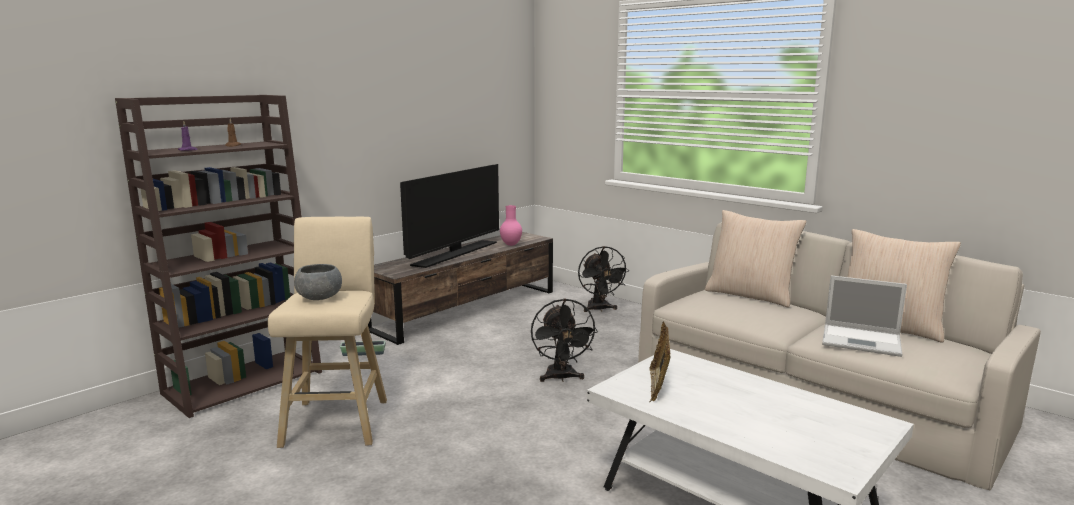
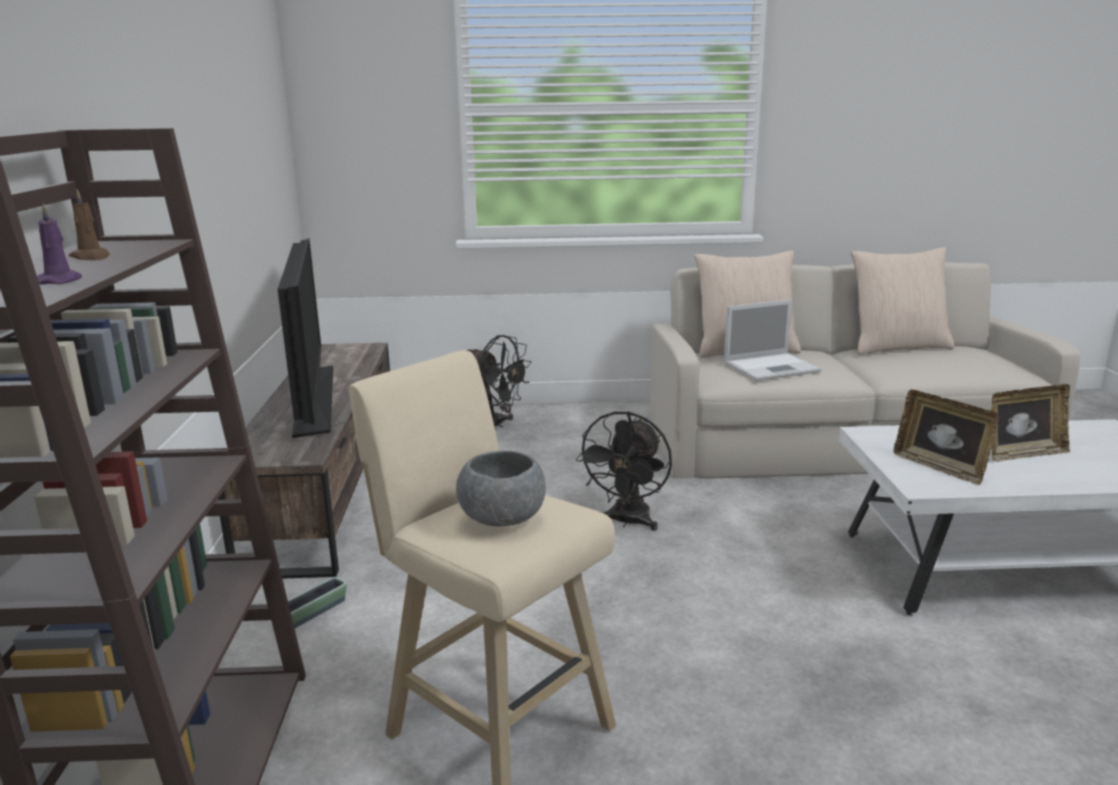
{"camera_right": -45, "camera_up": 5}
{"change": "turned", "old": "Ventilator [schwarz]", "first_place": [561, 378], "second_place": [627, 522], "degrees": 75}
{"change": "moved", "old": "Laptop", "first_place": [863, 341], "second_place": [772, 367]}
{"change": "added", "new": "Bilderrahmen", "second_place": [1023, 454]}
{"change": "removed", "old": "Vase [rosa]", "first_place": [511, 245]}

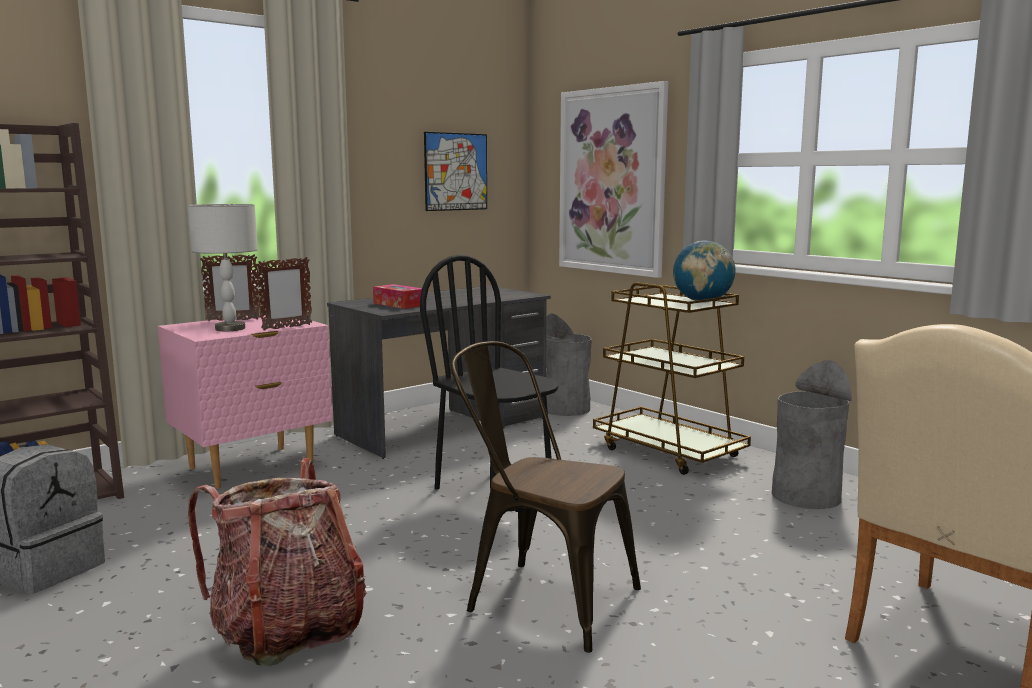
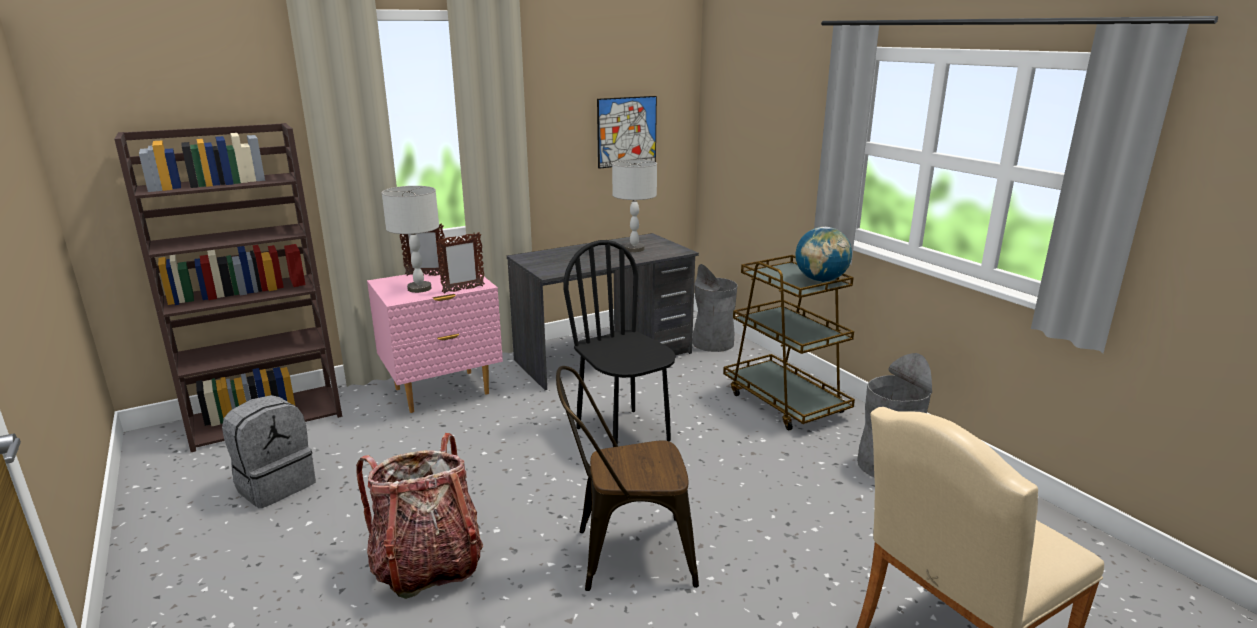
{"camera_right": 10, "camera_up": 10}
{"change": "turned", "old": "Stuhl [braun]", "first_place": [540, 598], "second_place": [624, 555], "degrees": -45}
{"change": "added", "new": "Tischlampe [grau]", "second_place": [634, 249]}
{"change": "removed", "old": "Taschentuchbox", "first_place": [399, 304]}
{"change": "removed", "old": "Bild", "first_place": [612, 181]}

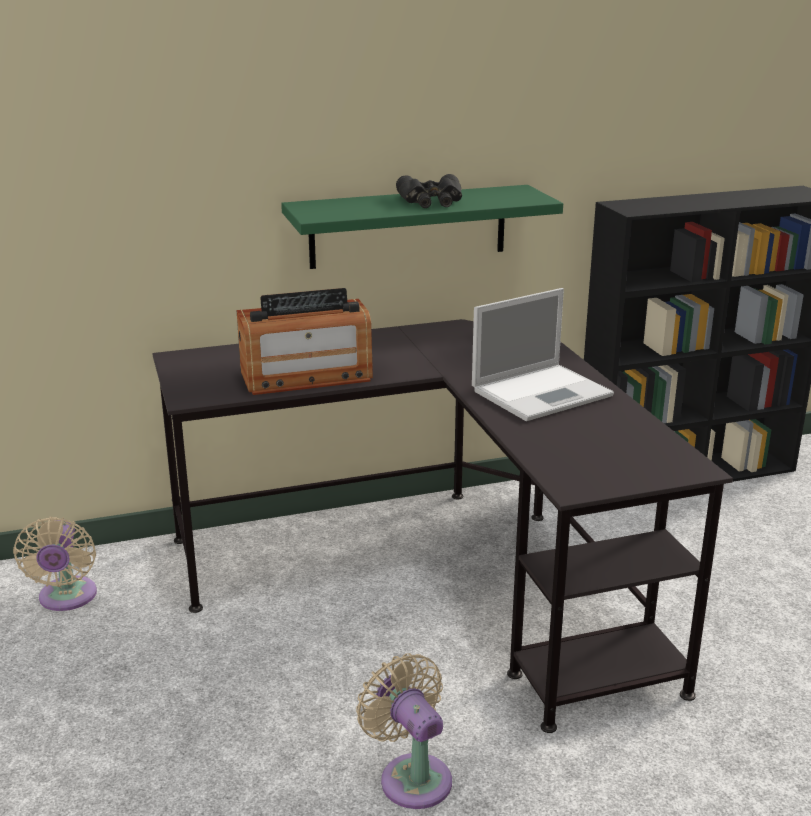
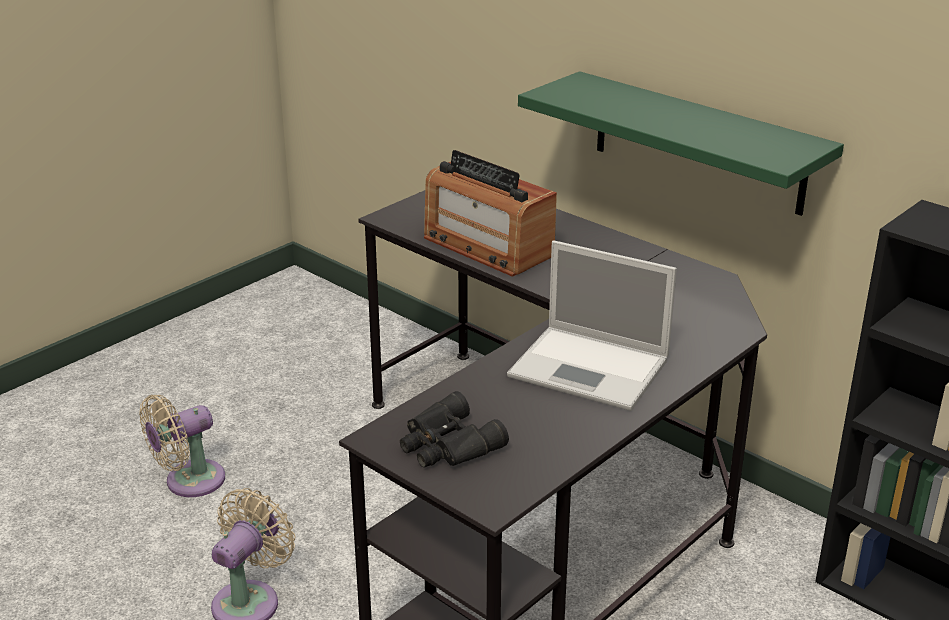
{"camera_right": 60, "camera_up": 5}
{"change": "moved", "old": "Ventilator [beige]", "first_place": [66, 598], "second_place": [189, 482]}
{"change": "moved", "old": "Fernglas [schwarz]", "first_place": [431, 201], "second_place": [447, 445]}

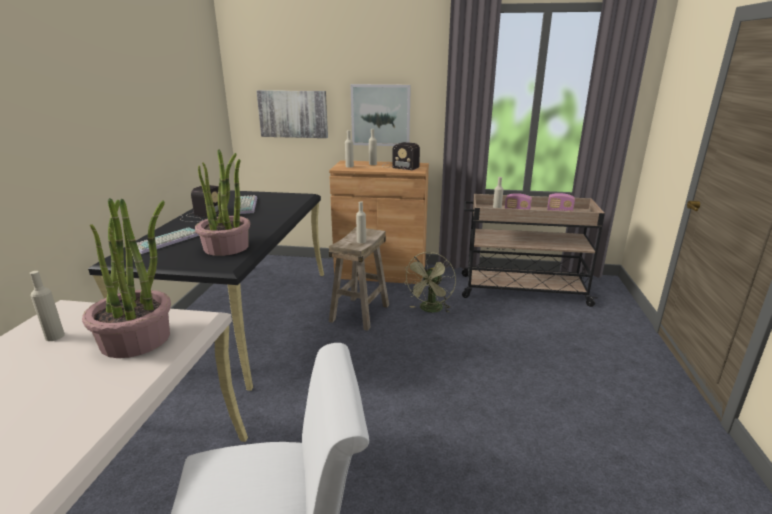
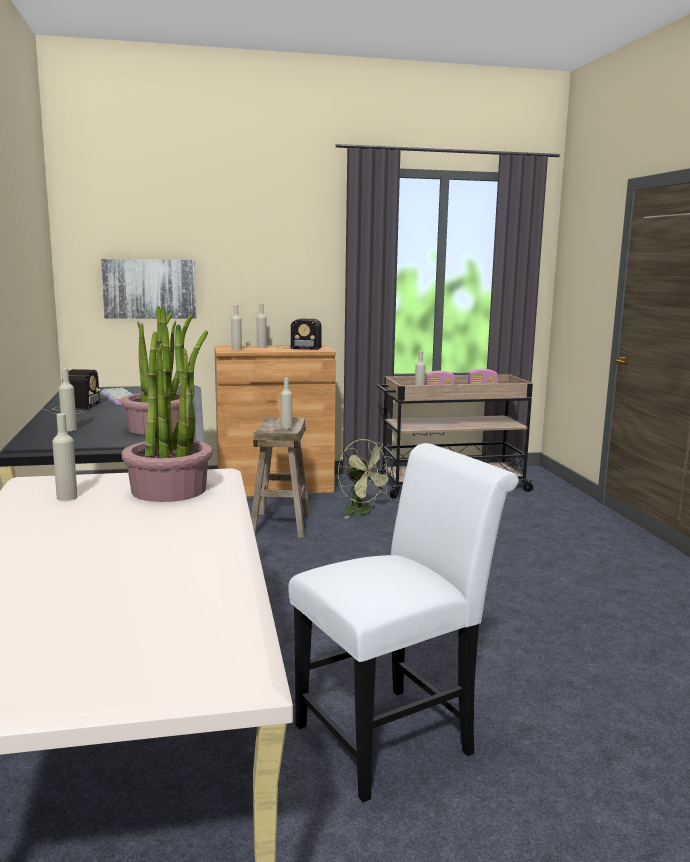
{"camera_right": -20, "camera_up": -10}
{"change": "replaced", "old": "Tastatur", "new": "Flasche [beige]", "first_place": [167, 242], "second_place": [69, 429]}
{"change": "turned", "old": "Ventilator [grün]", "first_place": [430, 310], "second_place": [362, 512], "degrees": -45}
{"change": "removed", "old": "Bild", "first_place": [380, 115]}

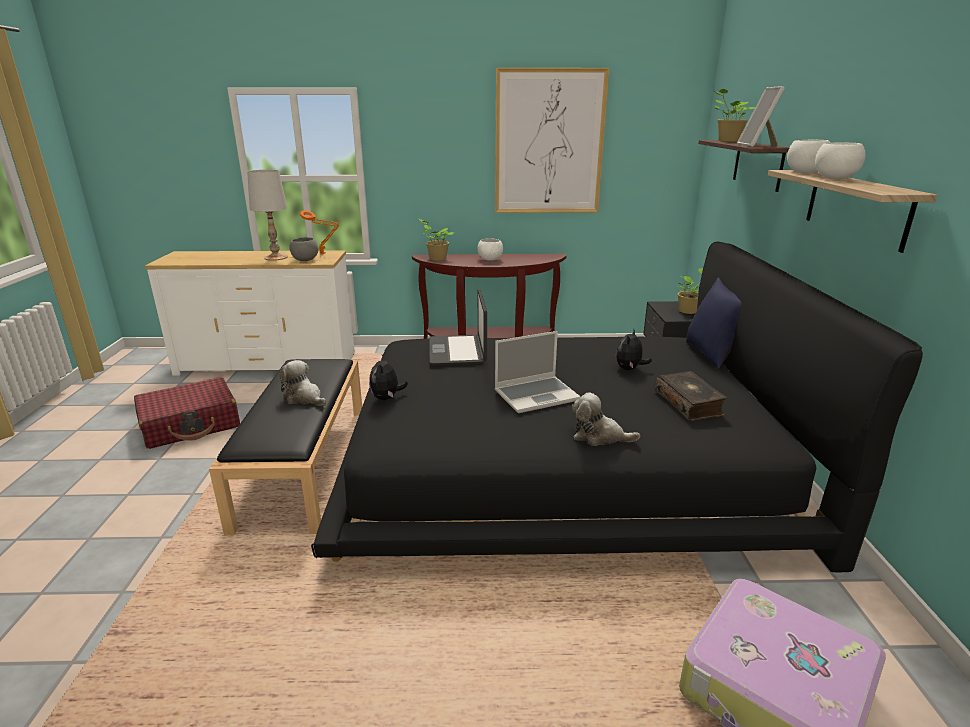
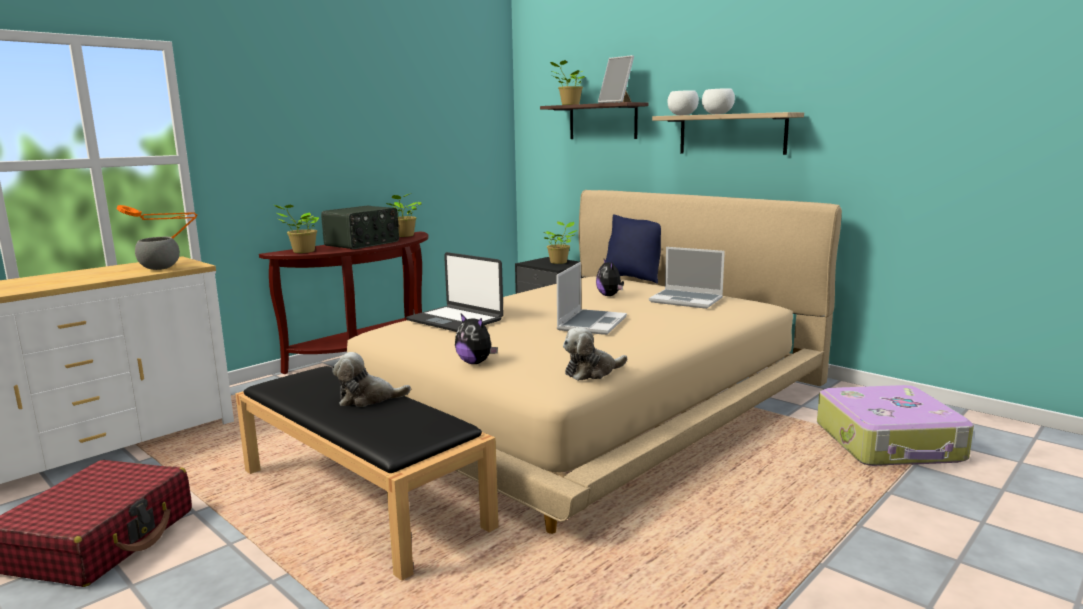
{"camera_right": -45, "camera_up": -10}
{"change": "replaced", "old": "Schüssel [weiß]", "new": "Radio", "first_place": [490, 259], "second_place": [363, 243]}
{"change": "recoloured", "old": "Bett [schwarz]", "new": "Bett [beige]", "first_place": [563, 461], "second_place": [586, 399]}
{"change": "added", "new": "Topfpflanze", "second_place": [404, 236]}
{"change": "moved", "old": "Plüschtier", "first_place": [599, 436], "second_place": [592, 372]}
{"change": "replaced", "old": "Buch", "new": "Laptop", "first_place": [689, 403], "second_place": [687, 300]}
{"change": "removed", "old": "Tischlampe [weiß]", "first_place": [276, 257]}
{"change": "removed", "old": "Bild", "first_place": [549, 143]}

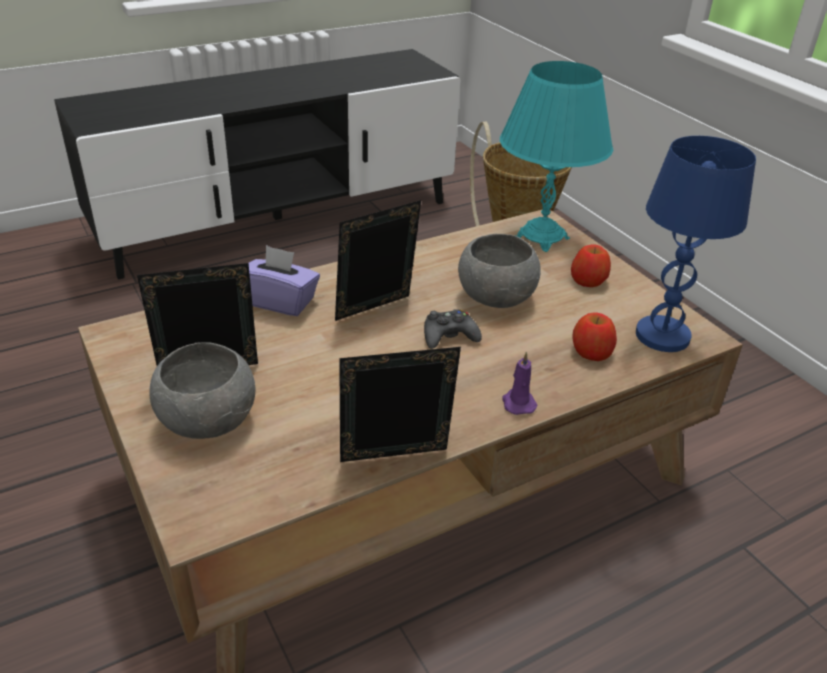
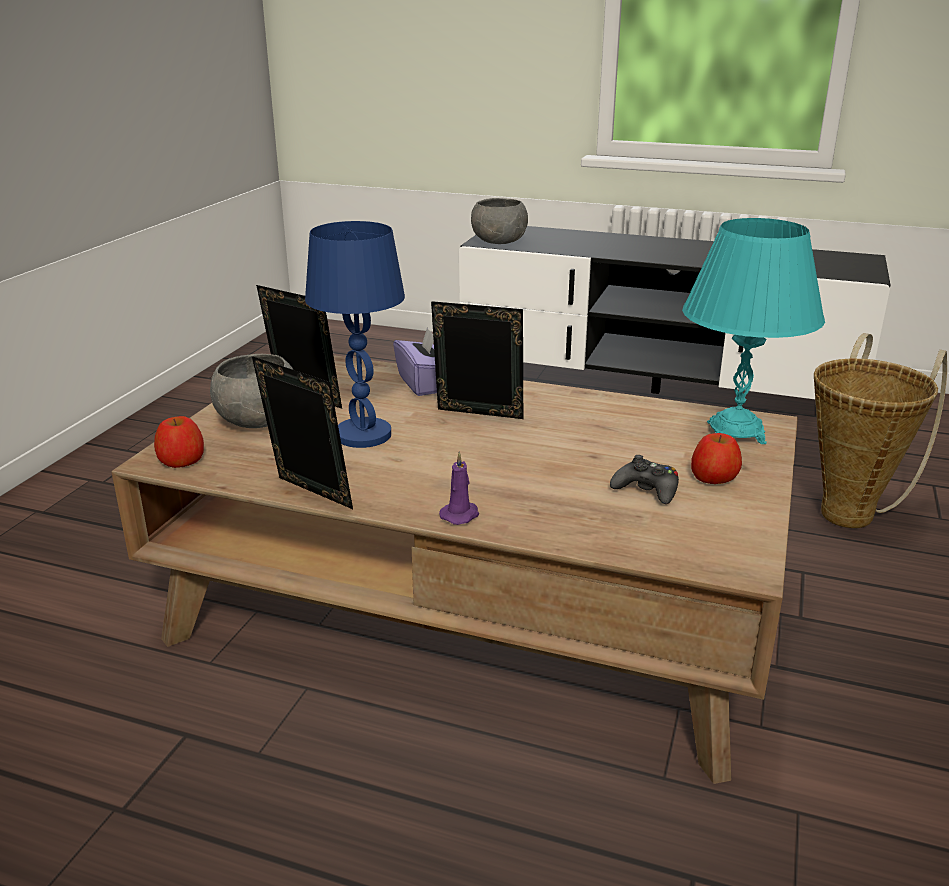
{"camera_right": 50, "camera_up": -10}
{"change": "moved", "old": "Apfel", "first_place": [591, 351], "second_place": [182, 460]}
{"change": "moved", "old": "Tischlampe [blau]", "first_place": [662, 336], "second_place": [362, 435]}
{"change": "moved", "old": "Schüssel [grau]", "first_place": [496, 297], "second_place": [499, 242]}
{"change": "moved", "old": "Gamepad [schwarz]", "first_place": [449, 336], "second_place": [647, 489]}

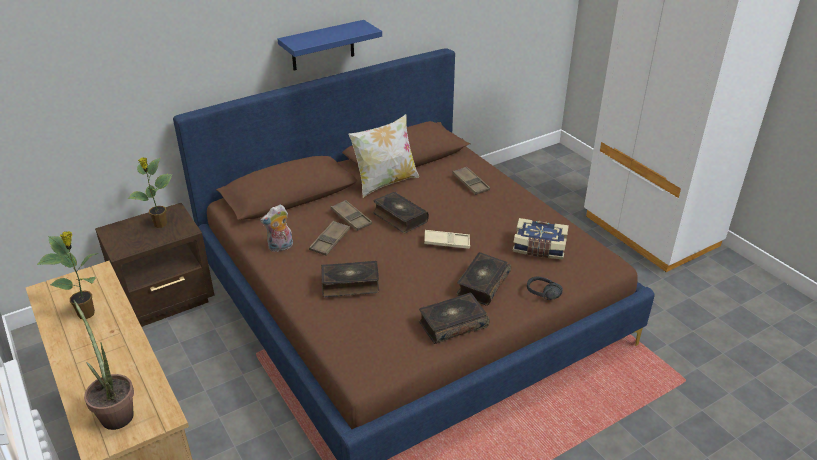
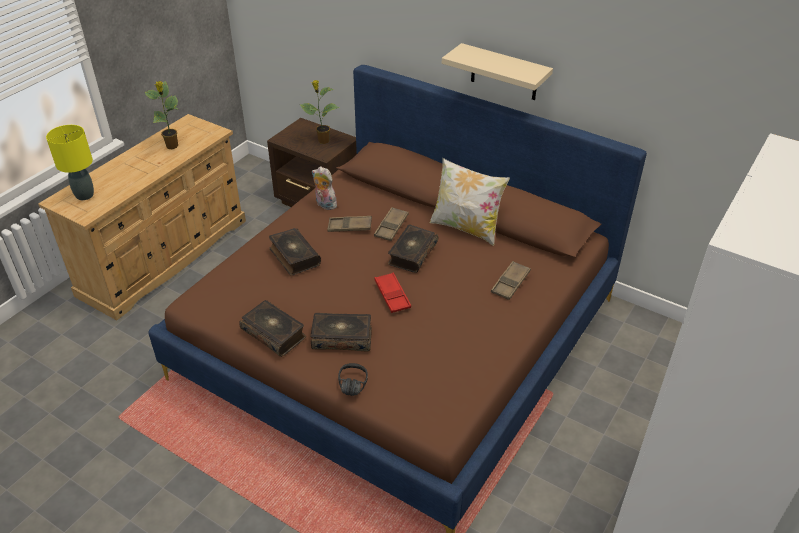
{"camera_right": 65, "camera_up": 5}
{"change": "replaced", "old": "Topfpflanze", "new": "Tischlampe [gelb]", "first_place": [115, 412], "second_place": [85, 195]}
{"change": "recoloured", "old": "Tablett [beige]", "new": "Tablett [rot]", "first_place": [447, 242], "second_place": [392, 295]}
{"change": "recoloured", "old": "Wandregal [blau]", "new": "Wandregal [beige]", "first_place": [322, 45], "second_place": [504, 72]}
{"change": "removed", "old": "Buch", "first_place": [539, 248]}

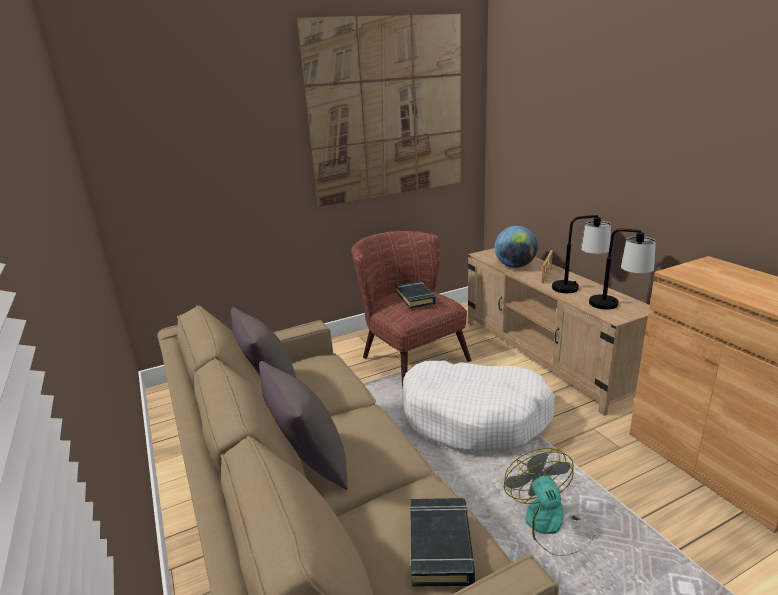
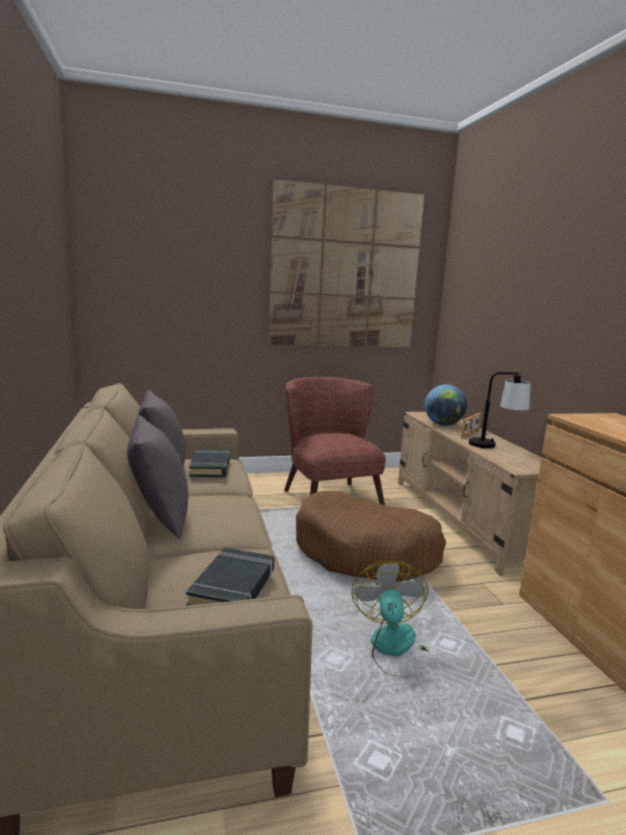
{"camera_right": 10, "camera_up": -10}
{"change": "moved", "old": "Buch [schwarz]", "first_place": [415, 297], "second_place": [210, 467]}
{"change": "recoloured", "old": "Hundebett [weiß]", "new": "Hundebett [braun]", "first_place": [475, 417], "second_place": [366, 552]}
{"change": "removed", "old": "Tischlampe", "first_place": [617, 307]}

